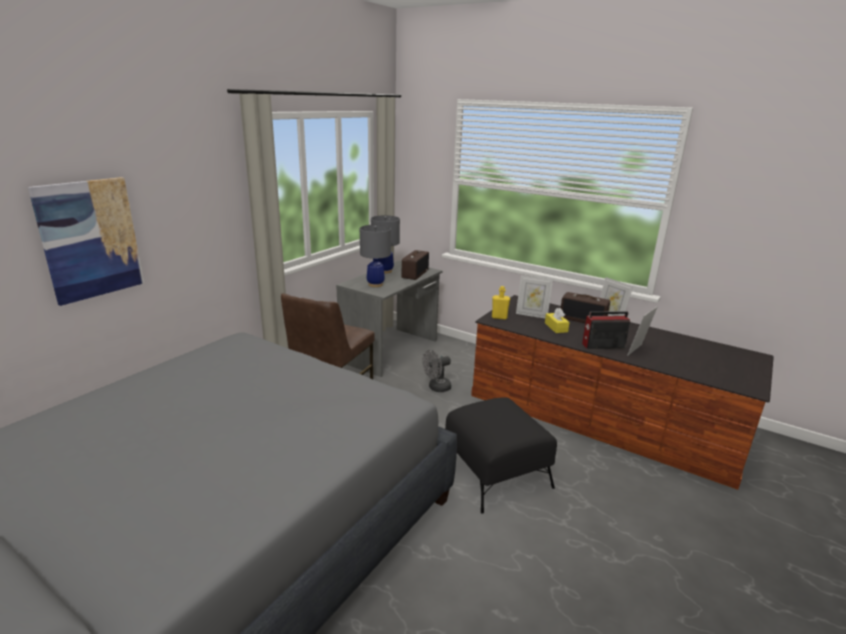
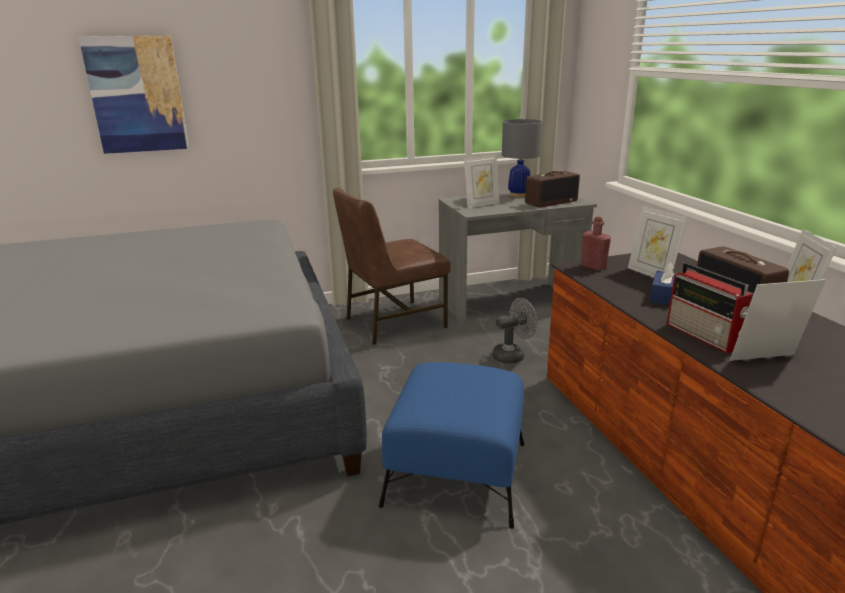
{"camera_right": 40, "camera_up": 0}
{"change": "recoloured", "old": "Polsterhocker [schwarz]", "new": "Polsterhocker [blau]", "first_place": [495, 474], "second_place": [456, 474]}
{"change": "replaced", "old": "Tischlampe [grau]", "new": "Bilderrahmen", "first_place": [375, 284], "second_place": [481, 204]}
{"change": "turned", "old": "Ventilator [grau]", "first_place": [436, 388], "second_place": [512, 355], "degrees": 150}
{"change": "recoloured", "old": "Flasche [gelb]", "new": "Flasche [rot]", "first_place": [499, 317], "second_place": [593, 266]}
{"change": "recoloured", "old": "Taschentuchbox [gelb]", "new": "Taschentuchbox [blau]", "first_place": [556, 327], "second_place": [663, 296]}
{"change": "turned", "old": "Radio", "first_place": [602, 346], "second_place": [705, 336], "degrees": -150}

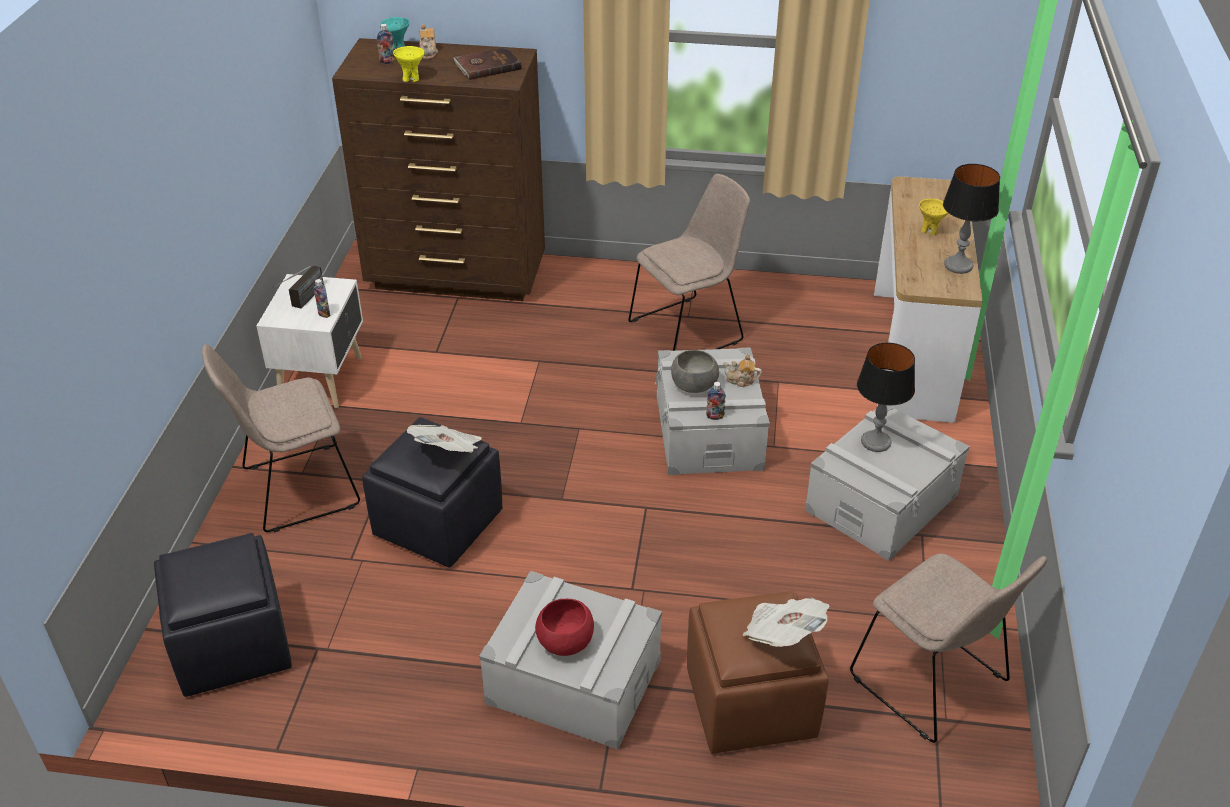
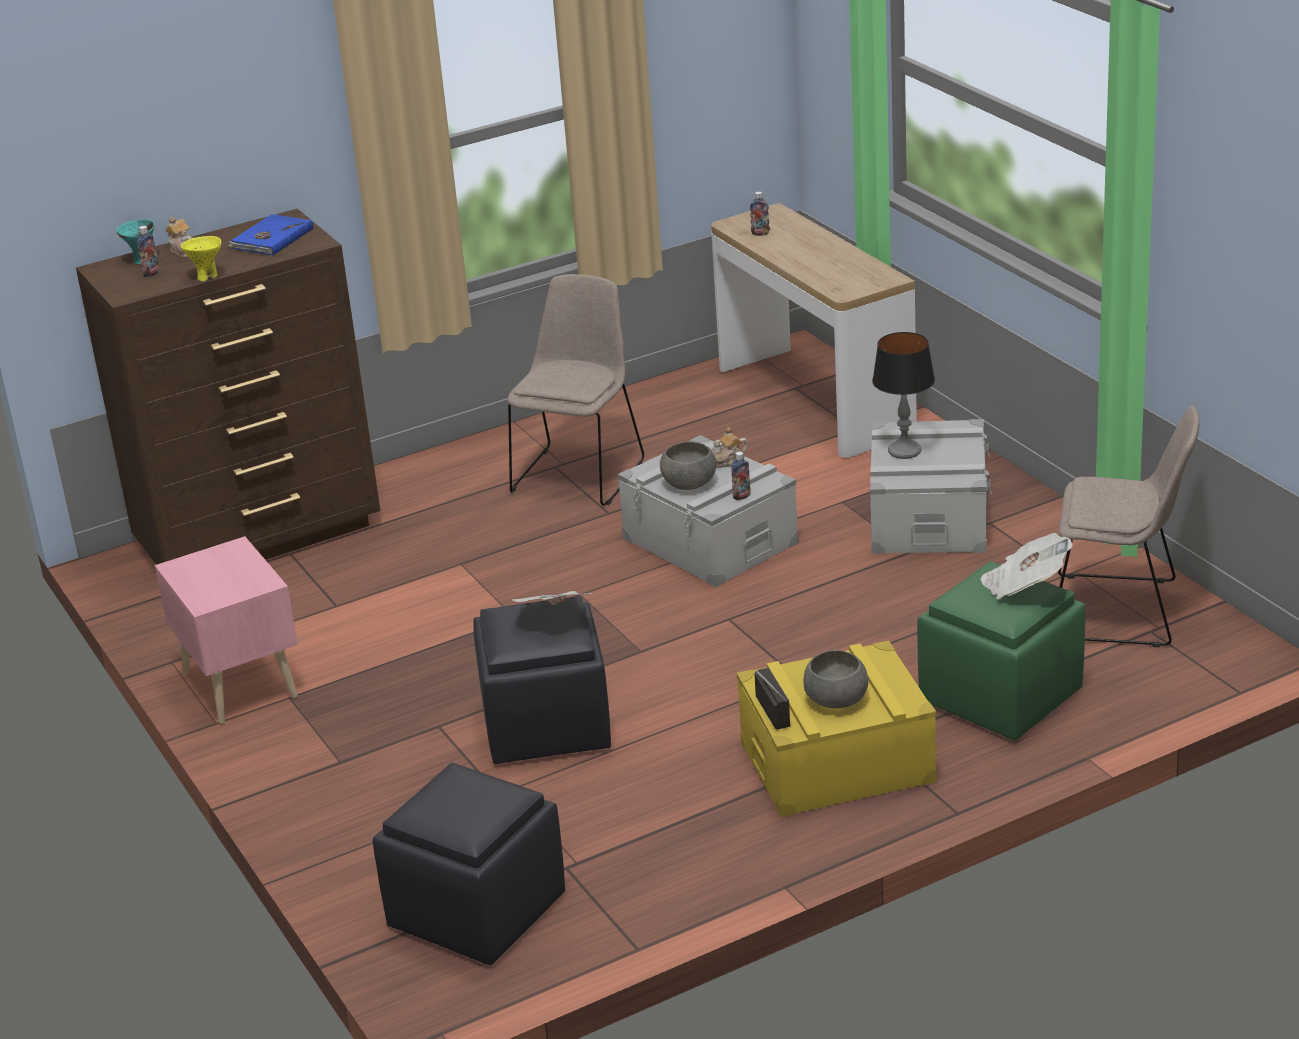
{"camera_right": -35, "camera_up": -10}
{"change": "recoloured", "old": "Nachttisch [weiß]", "new": "Nachttisch [rosa]", "first_place": [323, 379], "second_place": [241, 683]}
{"change": "recoloured", "old": "Buch [braun]", "new": "Buch [blau]", "first_place": [487, 66], "second_place": [271, 238]}
{"change": "recoloured", "old": "Aufbewahrungsbox [grau]", "new": "Aufbewahrungsbox [gelb]", "first_place": [573, 682], "second_place": [836, 762]}
{"change": "moved", "old": "Flasche", "first_place": [324, 314], "second_place": [760, 233]}
{"change": "moved", "old": "Radio", "first_place": [303, 302], "second_place": [780, 720]}
{"change": "recoloured", "old": "Schüssel [rot]", "new": "Schüssel [grau]", "first_place": [564, 640], "second_place": [835, 699]}
{"change": "recoloured", "old": "Polsterhocker [braun]", "new": "Polsterhocker [grün]", "first_place": [749, 704], "second_place": [1001, 698]}
{"change": "removed", "old": "Stuhl [beige]", "first_place": [295, 489]}
{"change": "removed", "old": "Schüssel [gelb]", "first_place": [929, 231]}
{"change": "removed", "old": "Tischlampe", "first_place": [958, 265]}

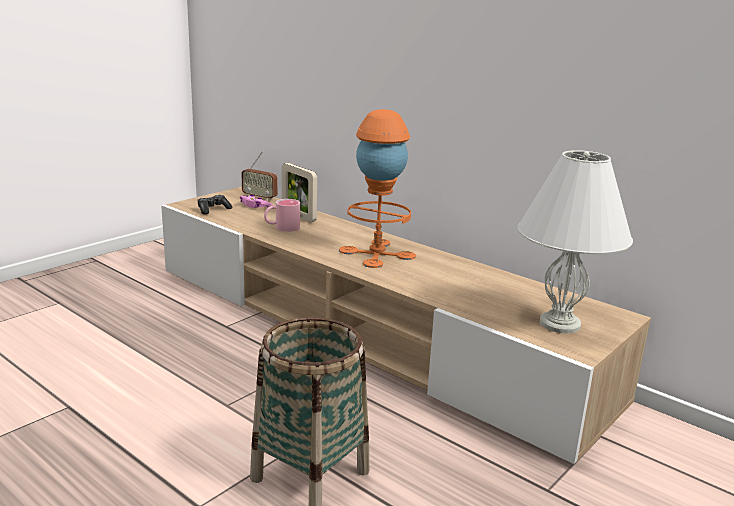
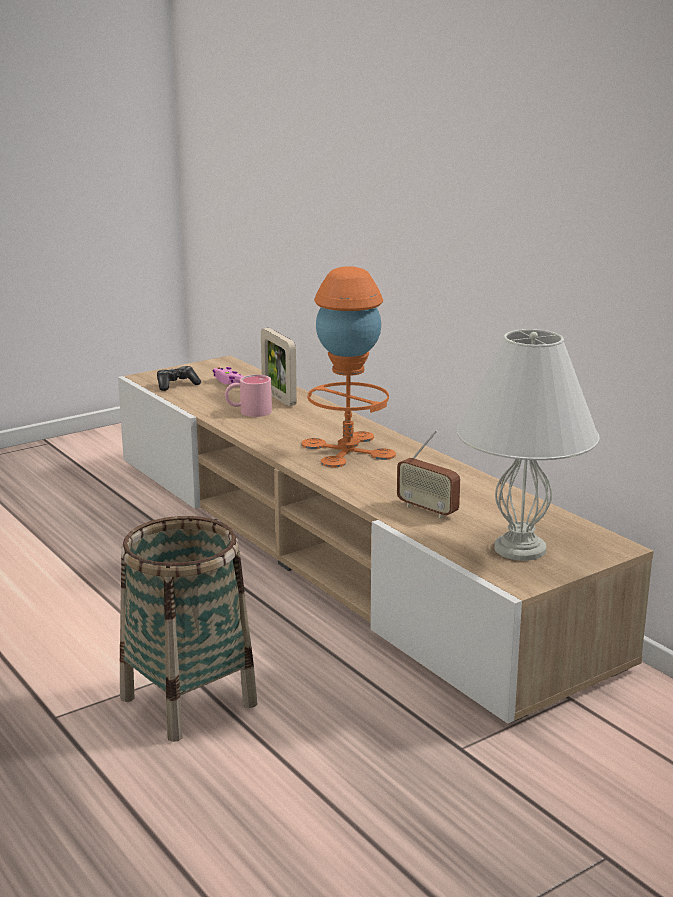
{"camera_right": 15, "camera_up": 0}
{"change": "moved", "old": "Radio", "first_place": [260, 197], "second_place": [427, 510]}

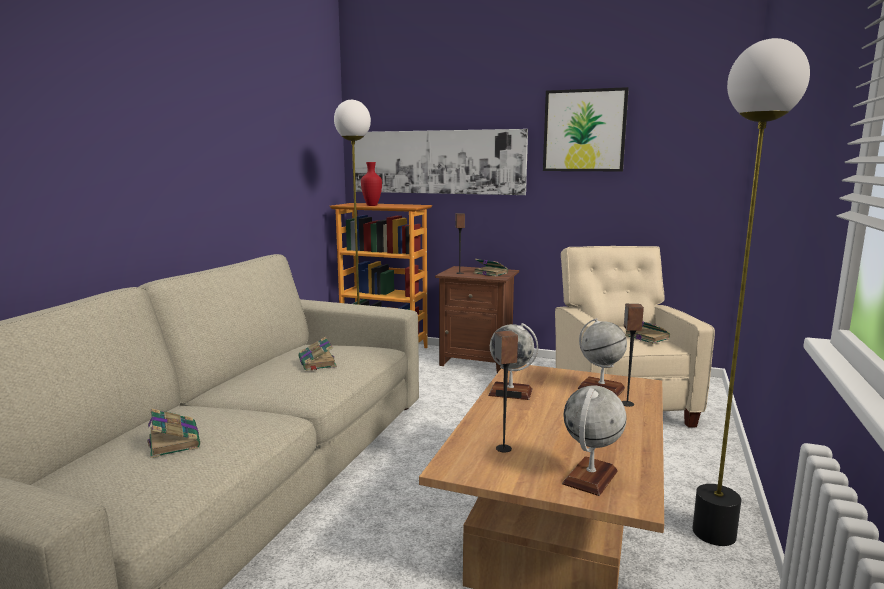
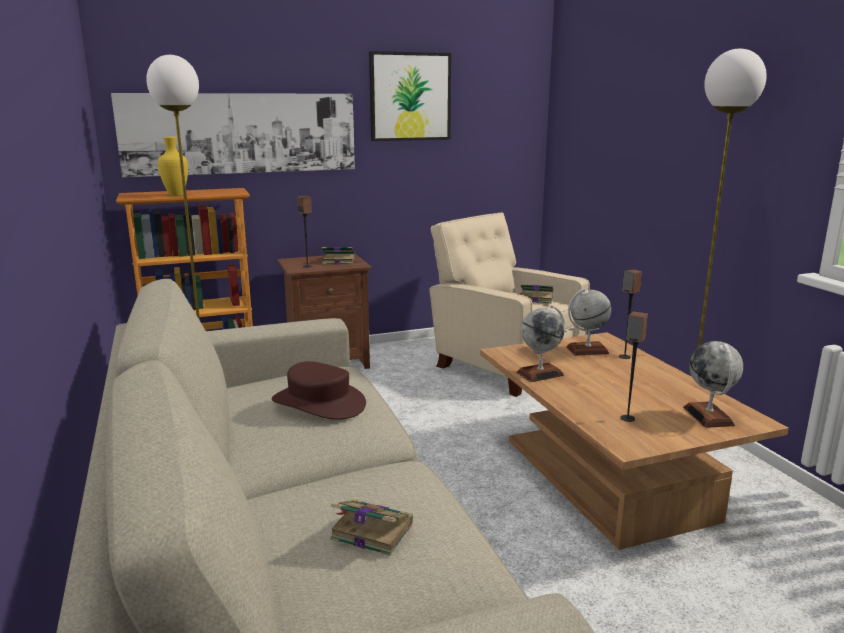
{"camera_right": -40, "camera_up": 5}
{"change": "recoloured", "old": "Vase [rot]", "new": "Vase [gelb]", "first_place": [371, 205], "second_place": [175, 195]}
{"change": "replaced", "old": "Buch", "new": "Hut [braun]", "first_place": [317, 363], "second_place": [319, 402]}

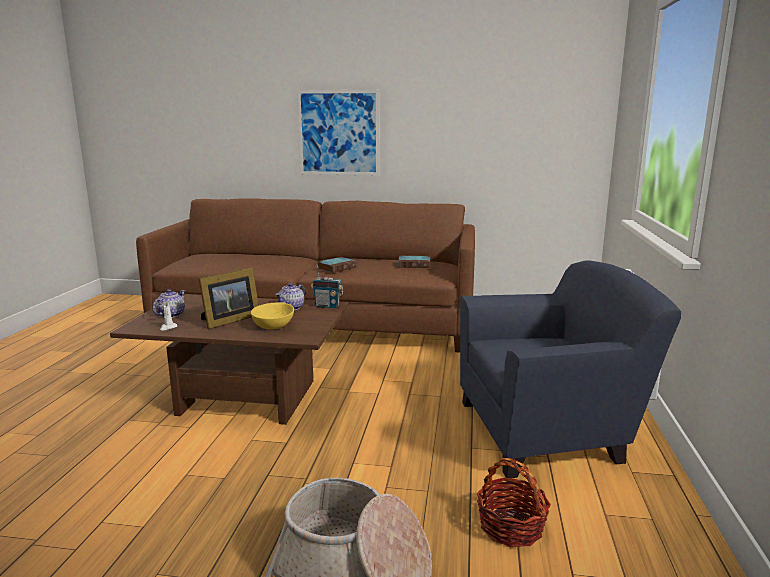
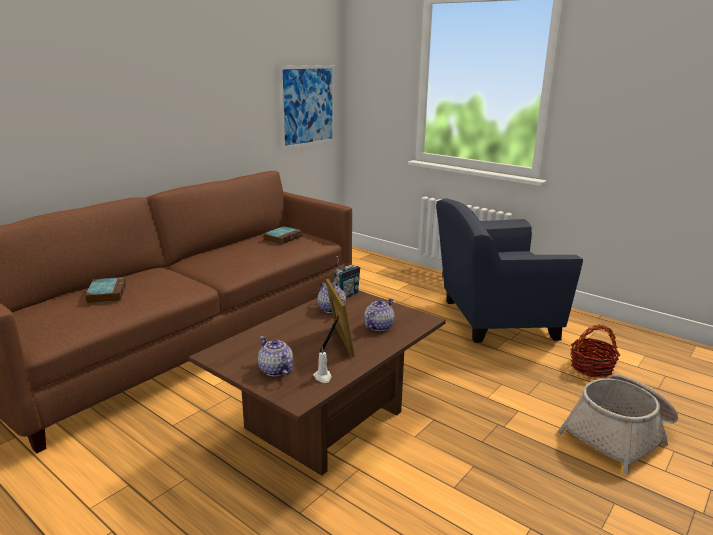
{"camera_right": -60, "camera_up": 5}
{"change": "moved", "old": "Buch", "first_place": [337, 267], "second_place": [106, 293]}
{"change": "moved", "old": "Bild", "first_place": [339, 133], "second_place": [308, 106]}
{"change": "replaced", "old": "Schüssel [gelb]", "new": "Teekanne", "first_place": [273, 326], "second_place": [378, 326]}
{"change": "turned", "old": "Sessel [blau]", "first_place": [547, 431], "second_place": [492, 318], "degrees": -120}

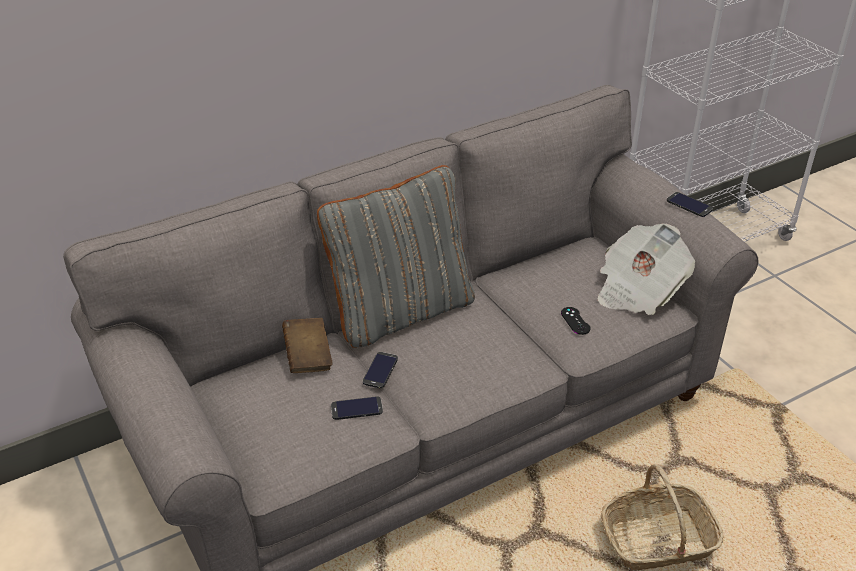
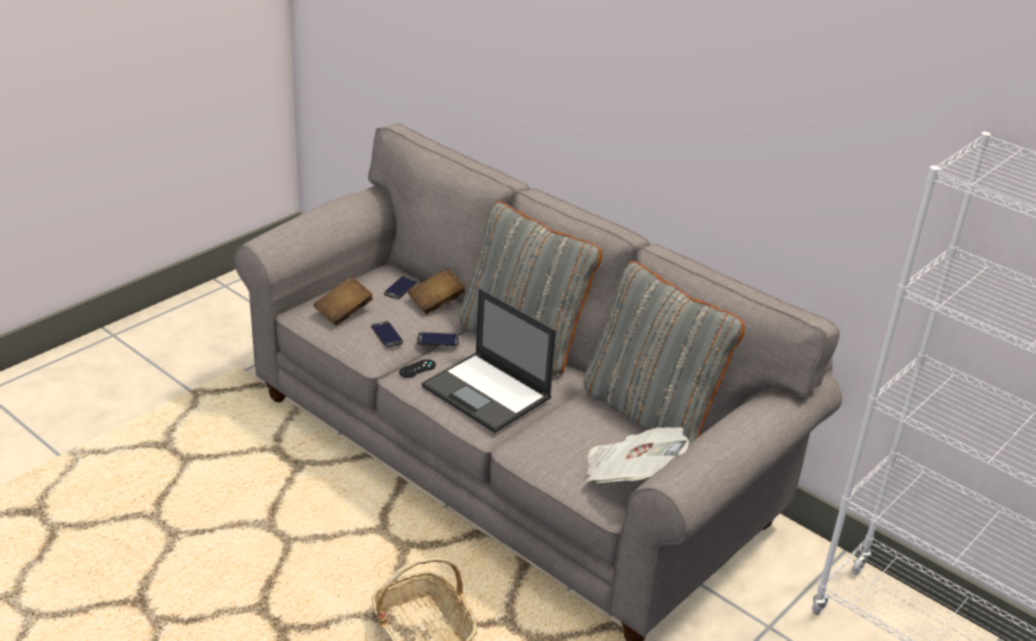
{"camera_right": 70, "camera_up": -5}
{"change": "added", "new": "Buch [braun]", "second_place": [344, 312]}
{"change": "moved", "old": "Handy", "first_place": [689, 205], "second_place": [400, 288]}
{"change": "moved", "old": "Gamepad [schwarz]", "first_place": [575, 321], "second_place": [417, 369]}
{"change": "added", "new": "Laptop", "second_place": [487, 393]}
{"change": "added", "new": "Kissen [grau]", "second_place": [651, 413]}

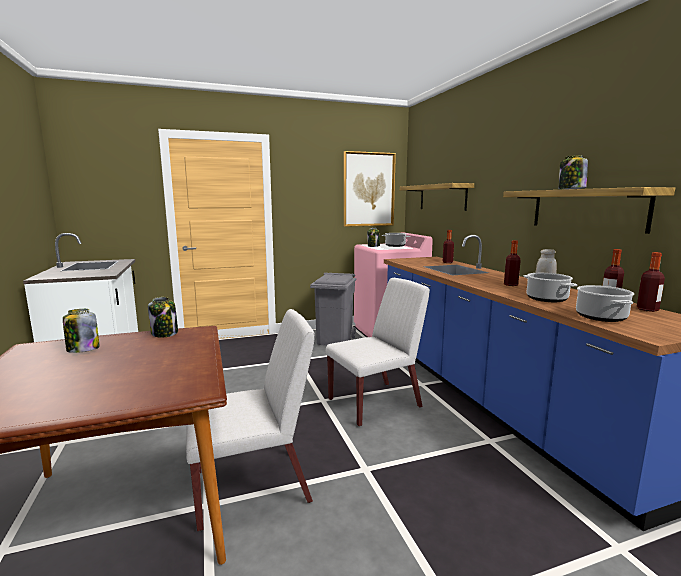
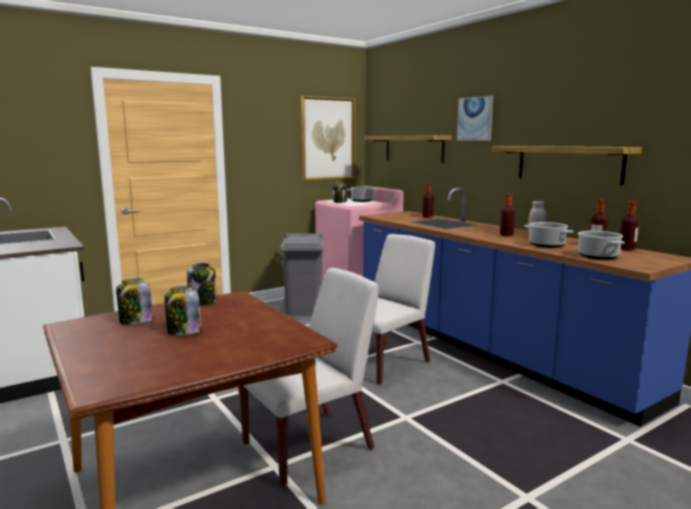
{"camera_right": -15, "camera_up": 0}
{"change": "moved", "old": "Vorratsglas", "first_place": [571, 189], "second_place": [183, 332]}
{"change": "added", "new": "Bild", "second_place": [475, 119]}

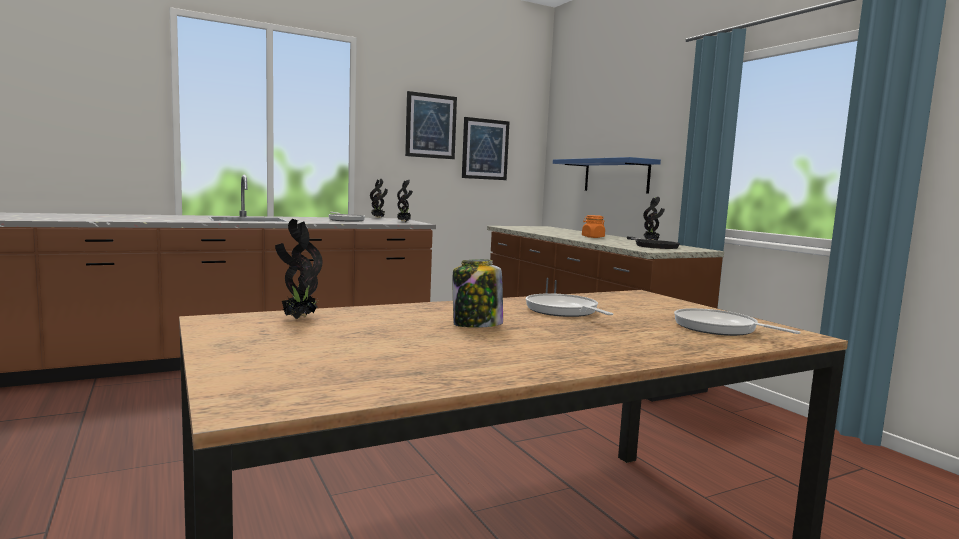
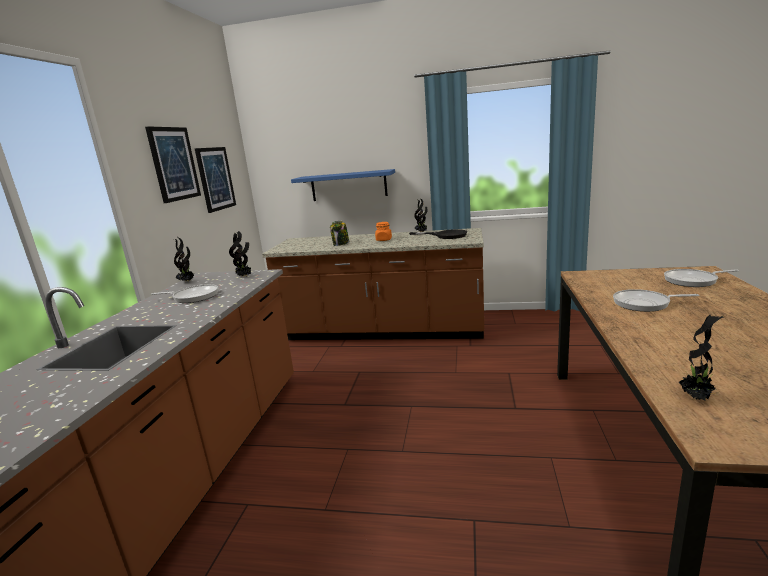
{"camera_right": -50, "camera_up": 10}
{"change": "moved", "old": "Vorratsglas", "first_place": [476, 325], "second_place": [341, 244]}

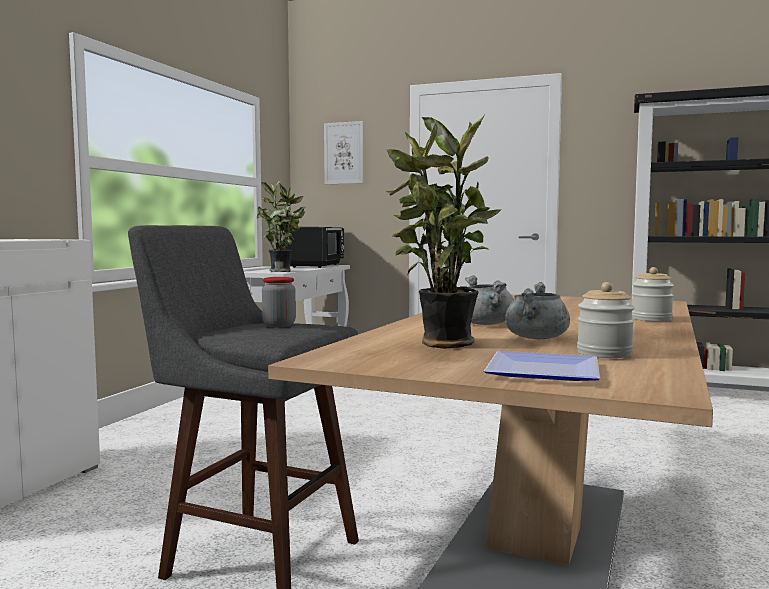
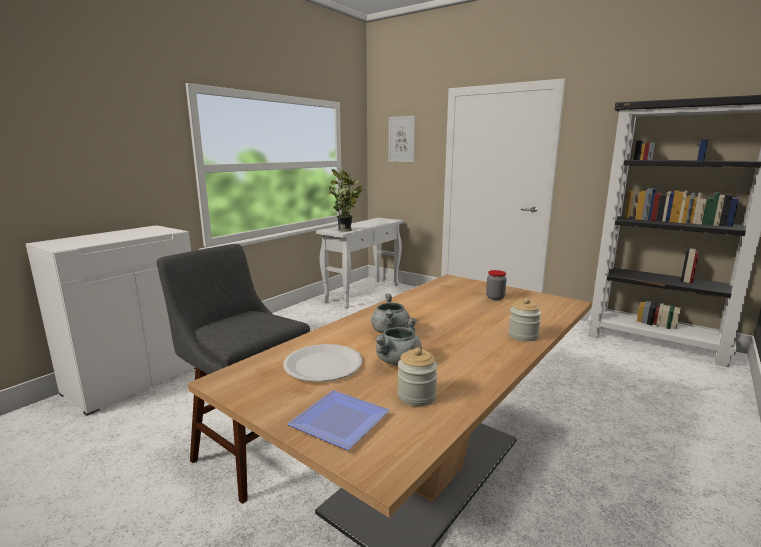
{"camera_right": 15, "camera_up": 10}
{"change": "replaced", "old": "Topfpflanze", "new": "Teller [weiß]", "first_place": [441, 344], "second_place": [323, 364]}
{"change": "moved", "old": "Vorratsglas", "first_place": [279, 325], "second_place": [495, 297]}
{"change": "removed", "old": "Mikrowelle [schwarz]", "first_place": [317, 266]}

